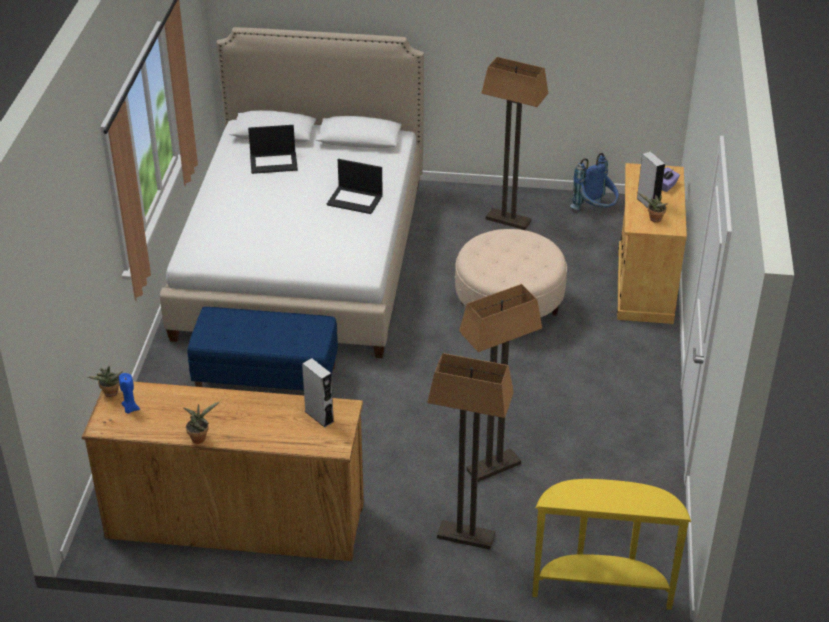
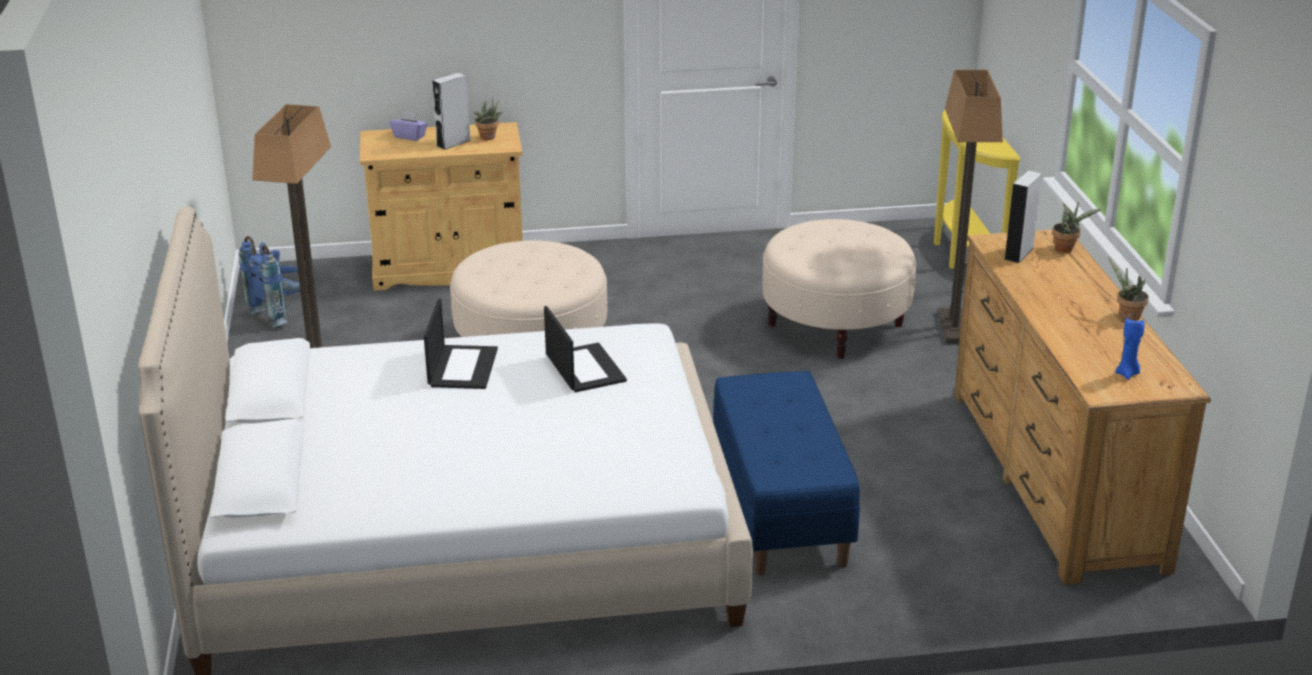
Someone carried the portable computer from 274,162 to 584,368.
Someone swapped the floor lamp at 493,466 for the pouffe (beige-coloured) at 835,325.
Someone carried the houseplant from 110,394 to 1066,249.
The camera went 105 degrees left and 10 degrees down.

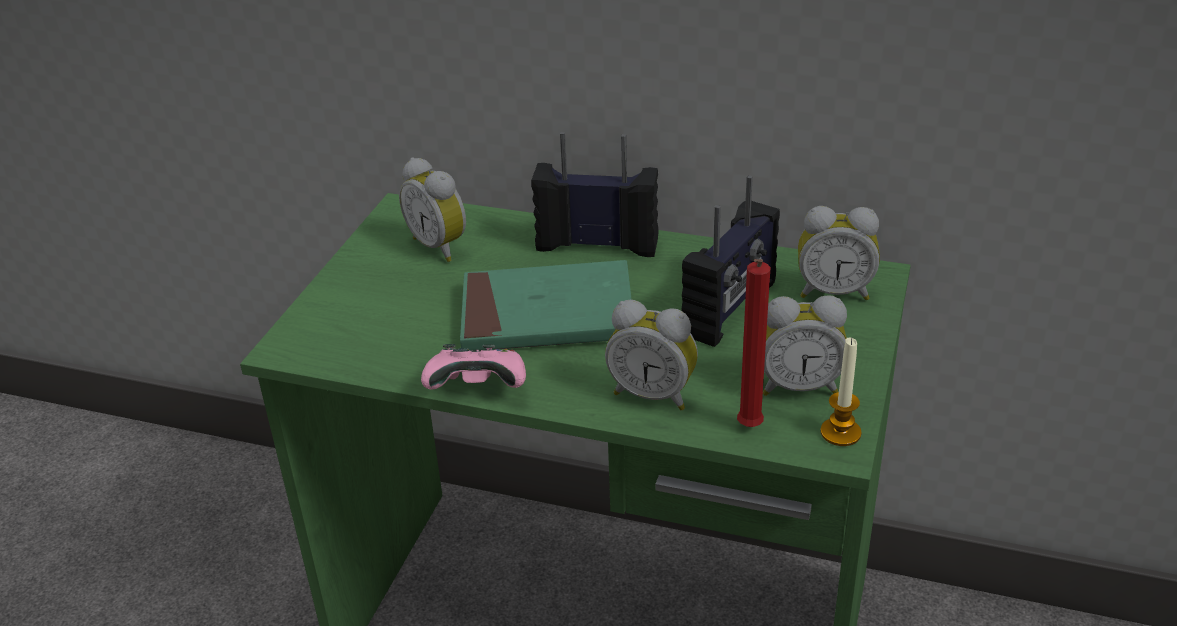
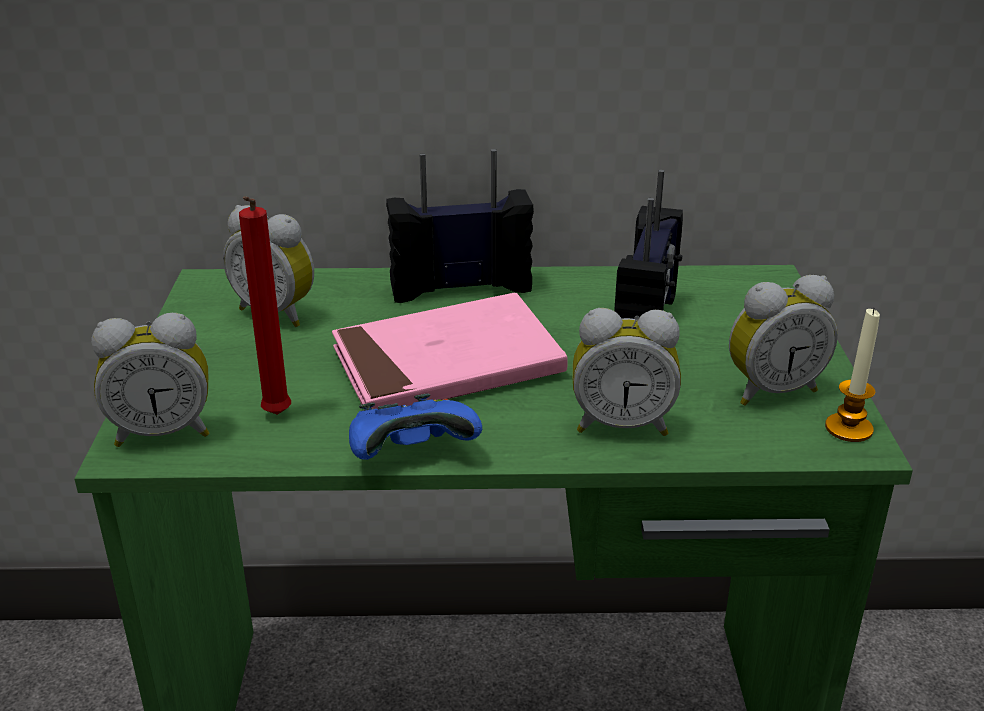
Someone carried the alarm clock from 834,291 to 163,432.
Someone carried the wax light (red) from 748,429 to 276,417.
Someone repainted the volume (greenish) at 547,315, which became the volume (pink) at 447,364.
Someone repainted the joypad (pink) at 478,389, which became the joypad (blue) at 412,454.
The camera went 20 degrees left and 5 degrees down.

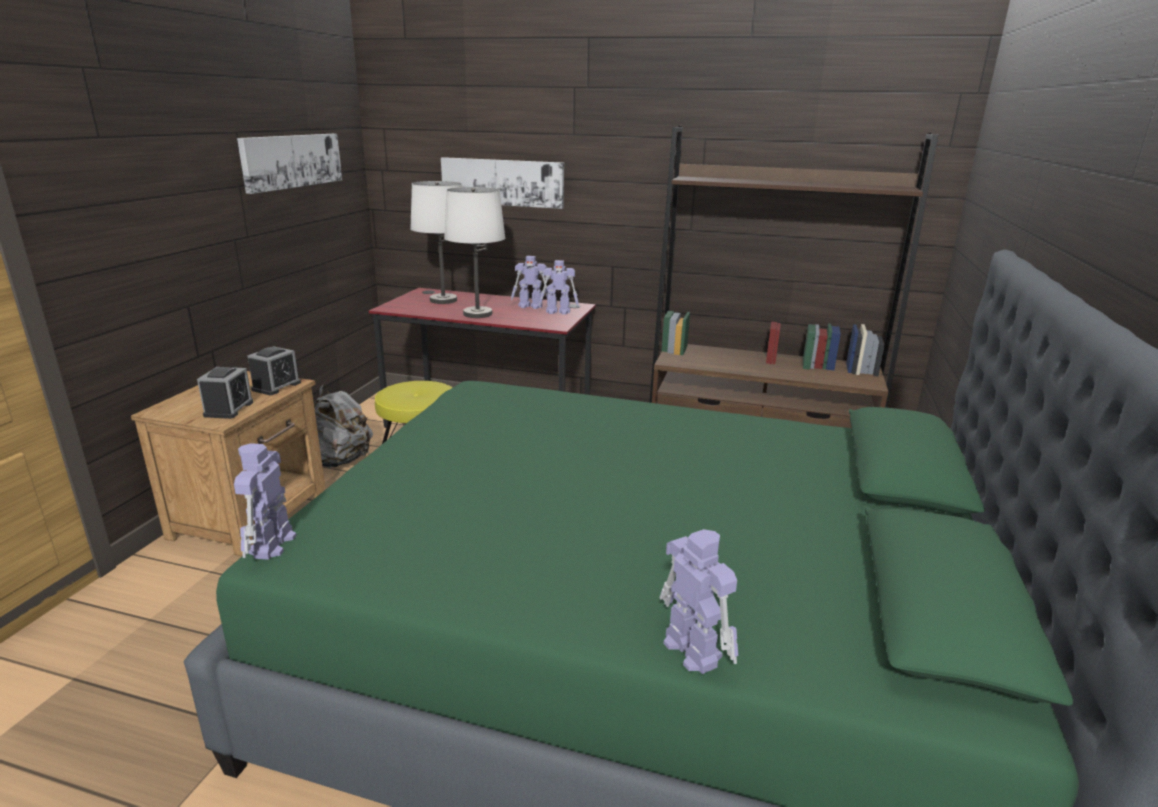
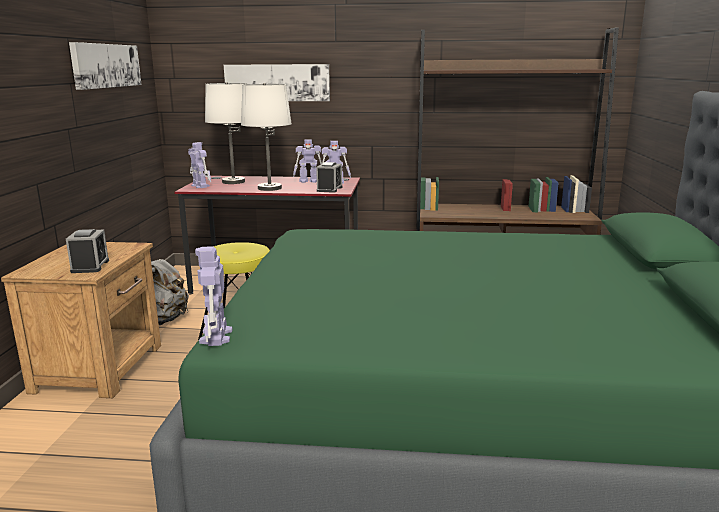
Someone carried the robot figure from 691,648 to 200,186.
Someone carried the alarm clock from 276,386 to 329,189.
The camera went 10 degrees left and 5 degrees down.

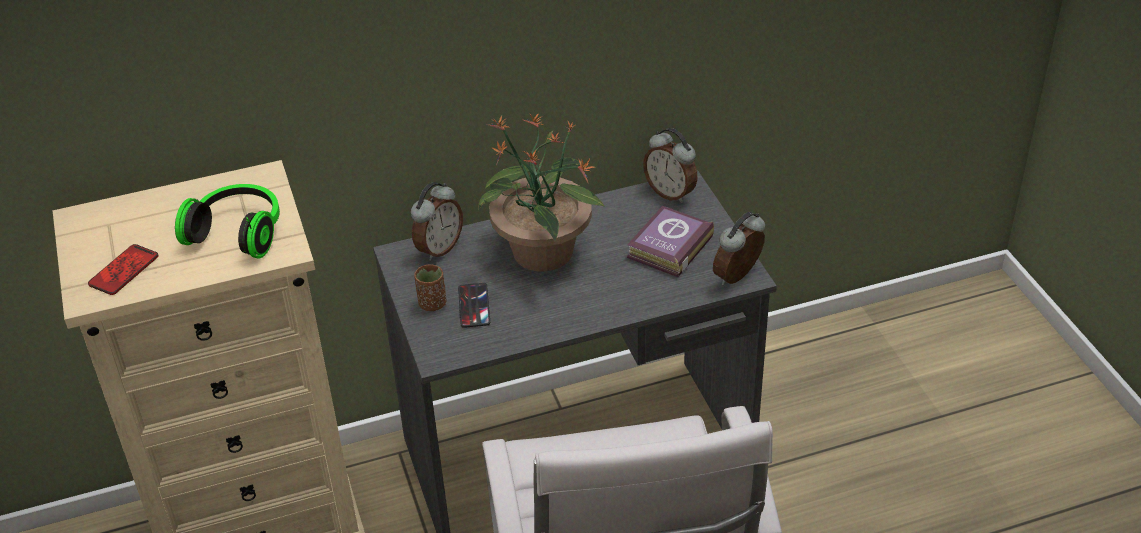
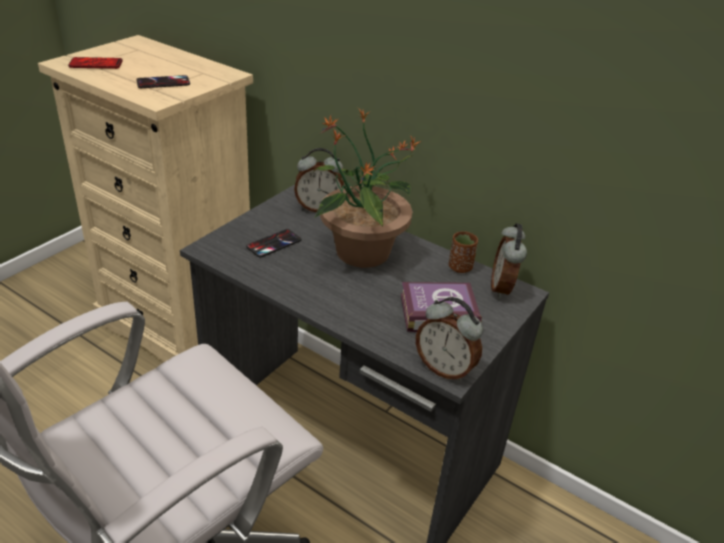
Someone swapped the headset at 239,232 for the handset at 163,82.
Someone rotated the alarm clock at 739,277 by 150 degrees counterclockwise.
Someone carried the small cup (brown-coloured) from 432,304 to 460,267.
The camera went 50 degrees right and 5 degrees down.

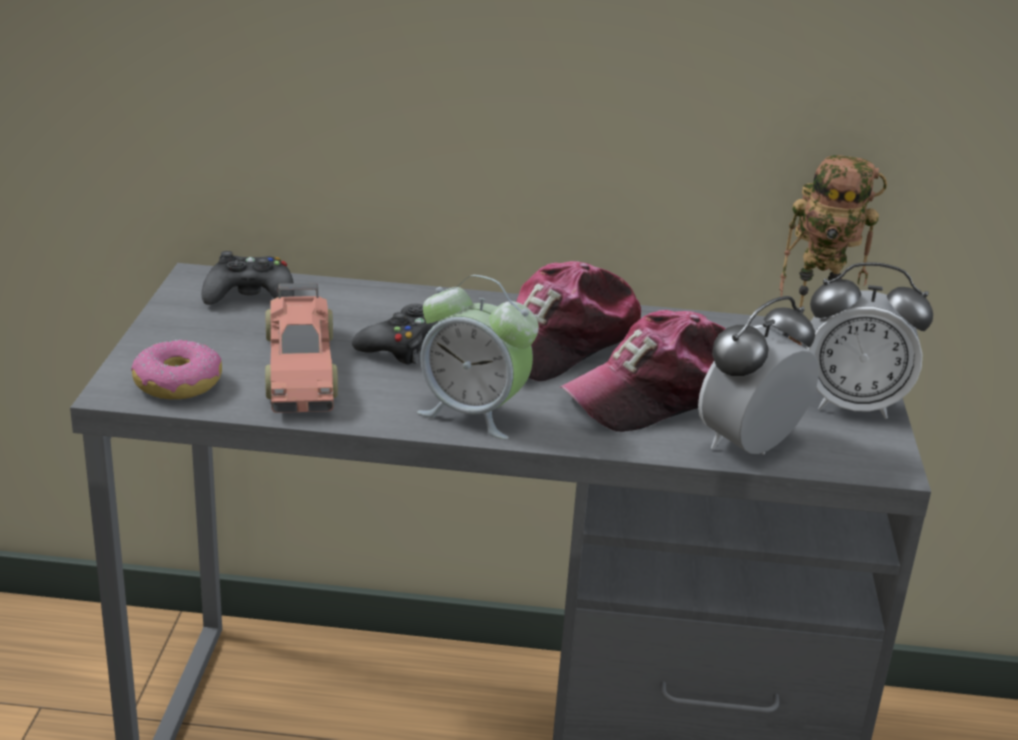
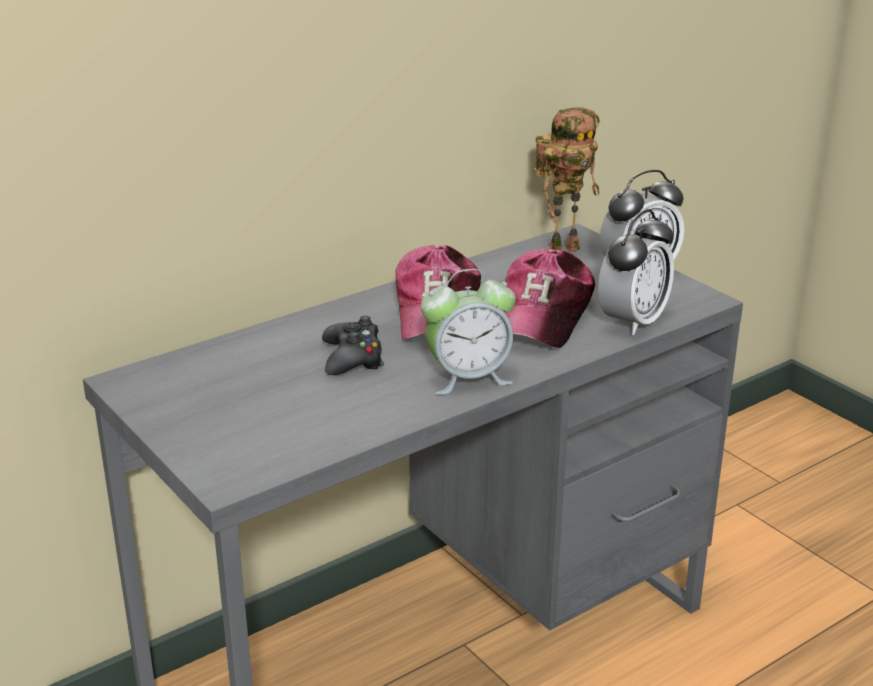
Someone rotated the alarm clock at 749,446 by 150 degrees counterclockwise.
Someone took away the donut at 177,384.
Someone took away the joypad (blackish) at 250,295.
Someone took away the miniature car at 300,368.
The camera went 40 degrees left and 0 degrees up.

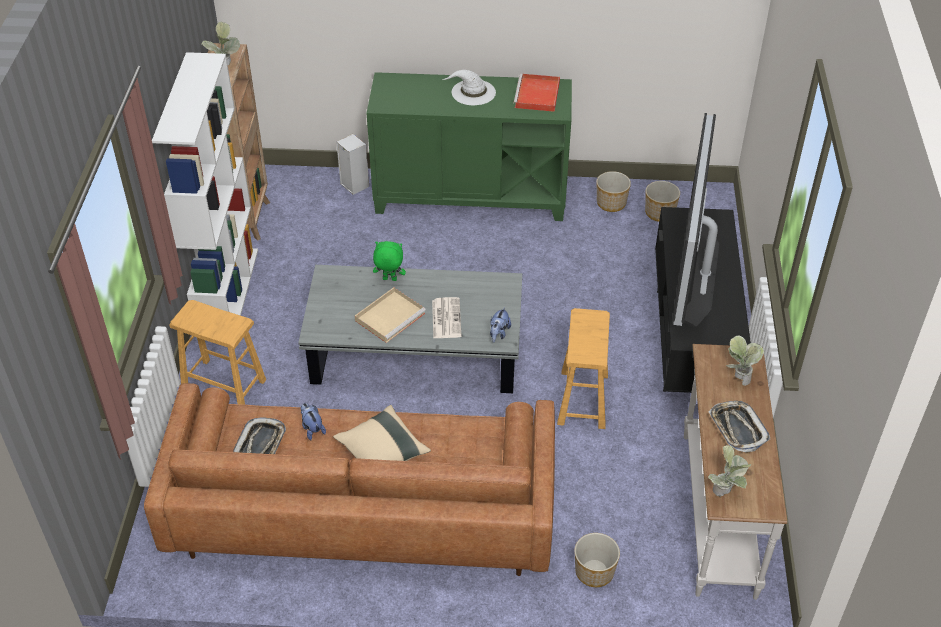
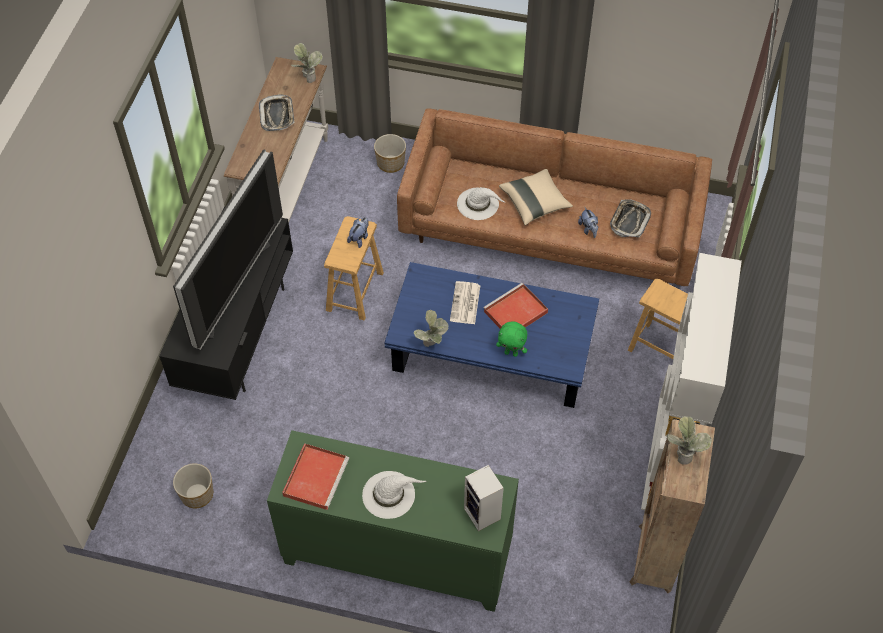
Someone carried the plush toy from 498,333 to 359,238.
Someone repainted the lounge table (gray) at 414,355, which became the lounge table (blue) at 491,356.
Someone carried the houseplant from 738,377 to 432,344.
Someone put down the clothing hat (white-coloured) at 478,204.
Someone carried the speaker from 353,185 to 483,514.
Someone repainted the tray (beige-coloured) at 390,316, which became the tray (red) at 515,313.
Someone took away the planter at 611,203.
The camera went 170 degrees left and 10 degrees up.

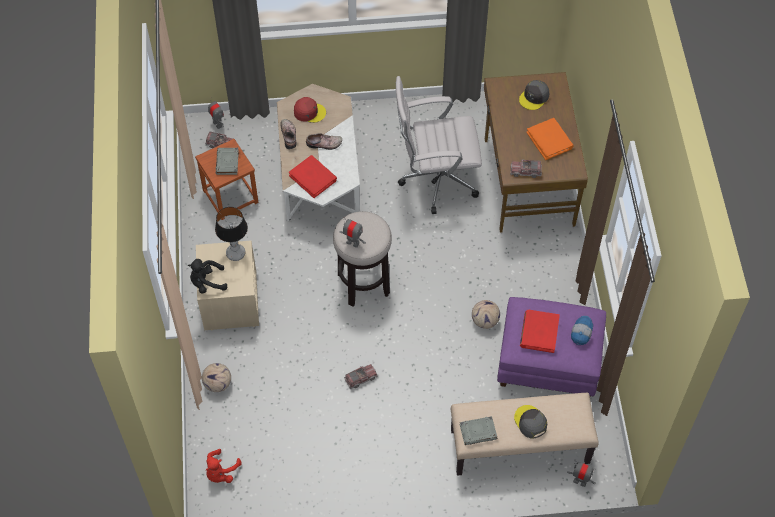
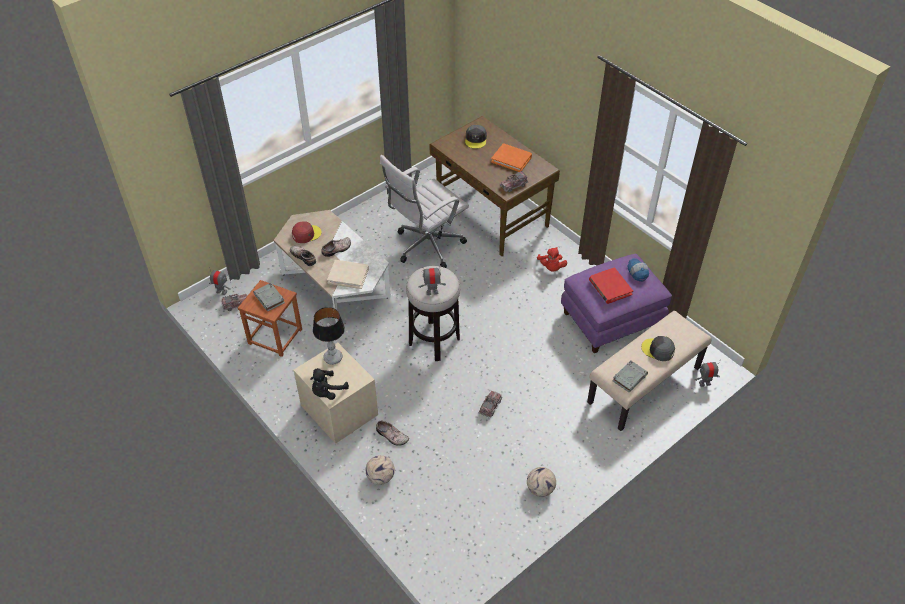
Someone repainted the volume (red) at 313,177, which became the volume (beige-coloured) at 348,275.
Someone put down the shoe at 391,436.
Someone carried the football from 485,321 to 540,489.
Someone carried the plush toy (red) from 221,472 to 551,267.
The camera went 35 degrees left and 10 degrees down.

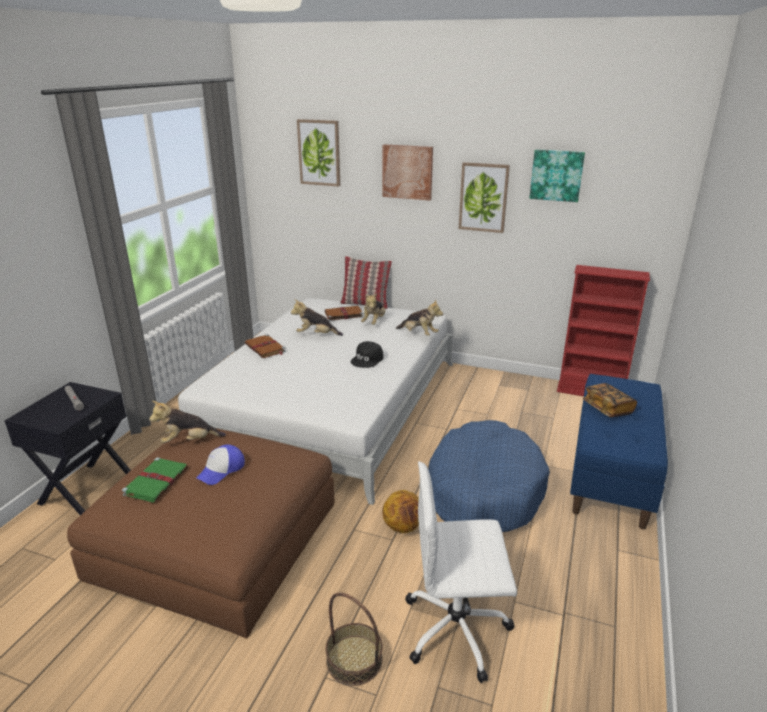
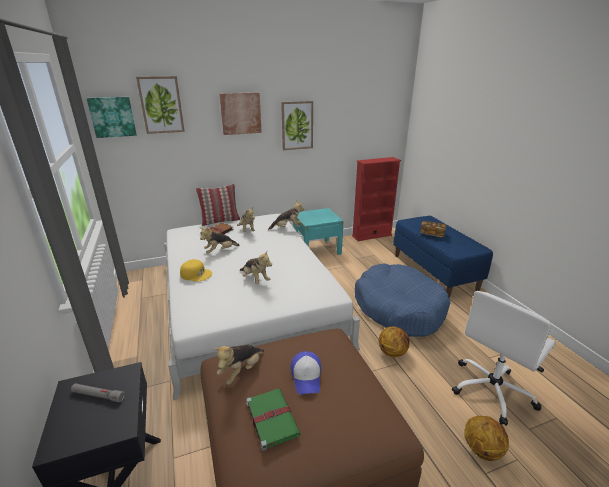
Someone carried the wall art from 556,175 to 112,117.
Someone swapped the volume (brown-coloured) at 265,348 for the baseball cap (yellowish) at 196,274.
Someone put down the plush toy at 255,279.
Someone put down the night table (turquoise-coloured) at 317,249.
Someone swapped the household basket at 354,659 for the basketball ball at 481,449.
Someone took away the baseball cap (blackish) at 367,359.
The camera went 40 degrees left and 0 degrees up.

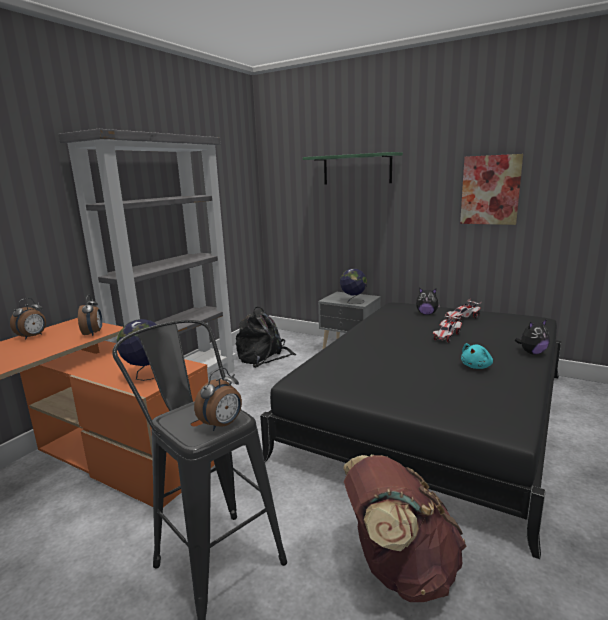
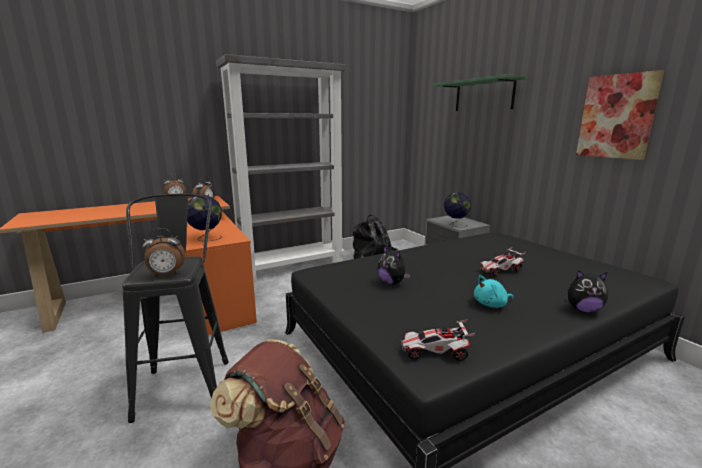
Someone carried the plush toy from 426,314 to 392,283.
Someone carried the miniature car from 462,318 to 435,352.
The camera went 30 degrees right and 0 degrees up.

